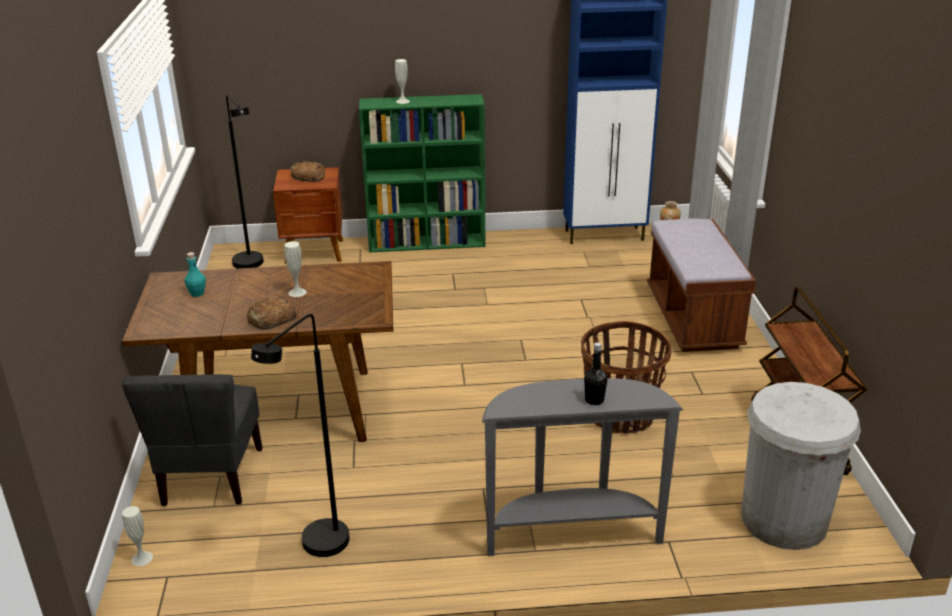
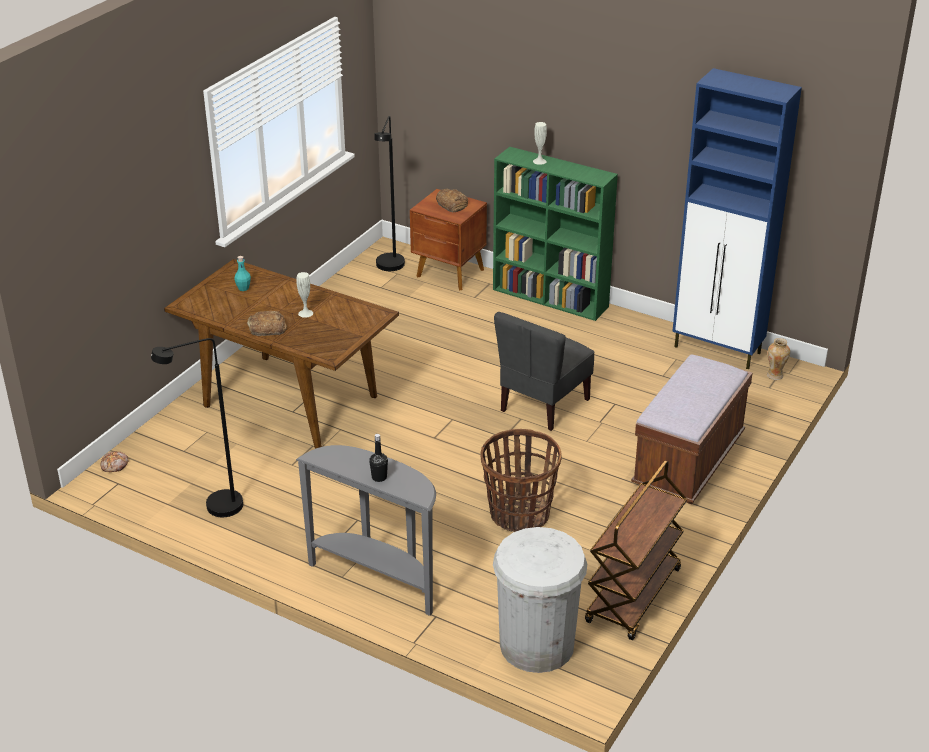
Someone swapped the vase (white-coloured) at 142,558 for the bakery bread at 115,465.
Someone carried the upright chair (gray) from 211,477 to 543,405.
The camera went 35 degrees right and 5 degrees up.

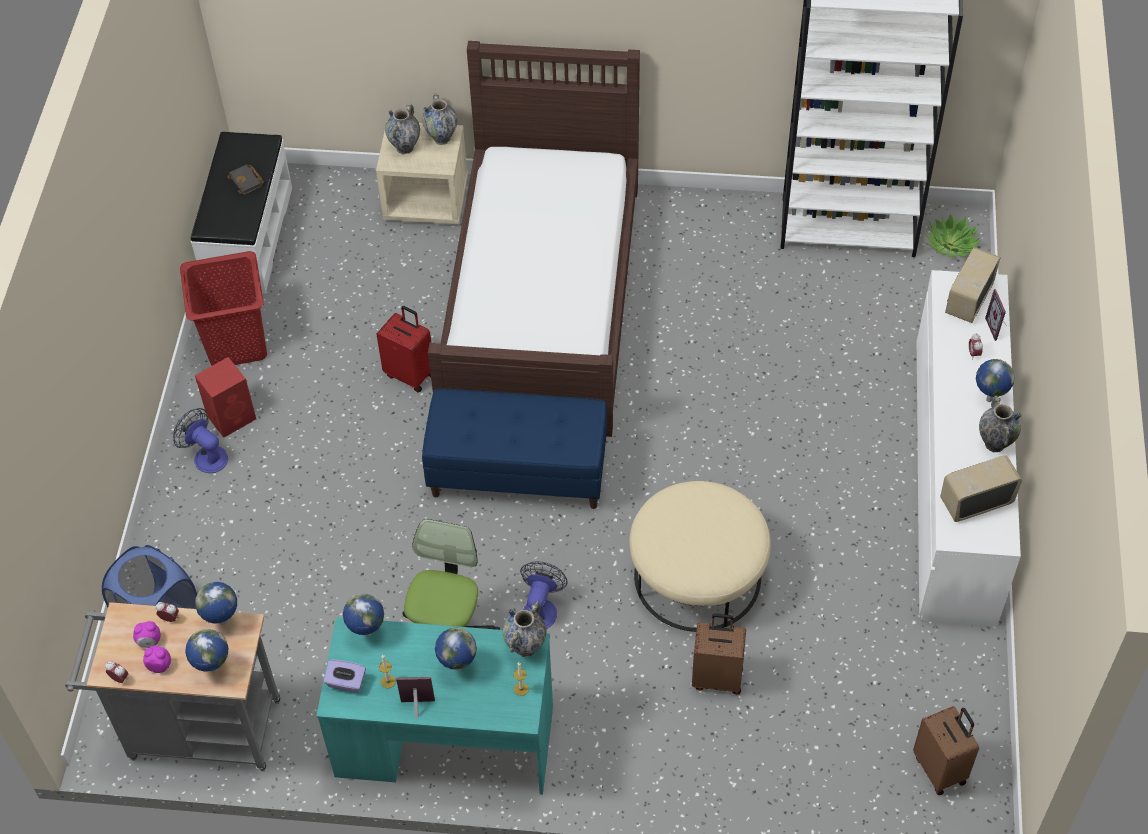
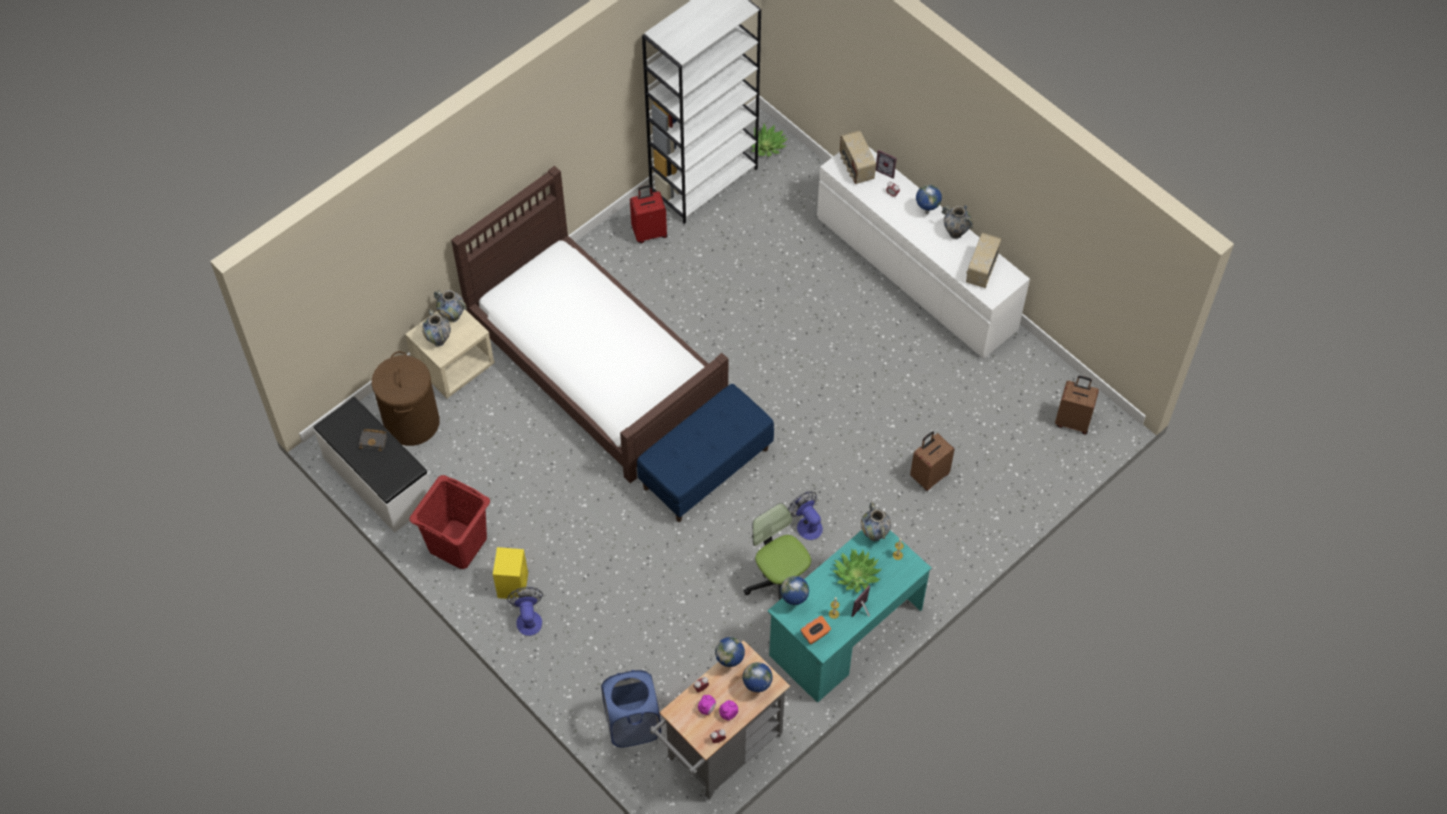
Someone put down the laundry basket (brown-coloured) at 411,422.
Someone repainted the speaker (red) at 232,416, which became the speaker (yellowish) at 513,584.
Someone rotated the electric fan at 206,456 by 90 degrees clockwise.
Someone carried the piece of luggage (red) from 410,374 to 649,232.
Someone repainted the box of tissues (purple-coloured) at 346,682, which became the box of tissues (orange) at 815,634.
Someone swapped the desk globe at 457,667 for the houseplant at 856,575.
Someone took away the pouffe (beige-coloured) at 697,576.
The camera went 50 degrees left and 5 degrees up.

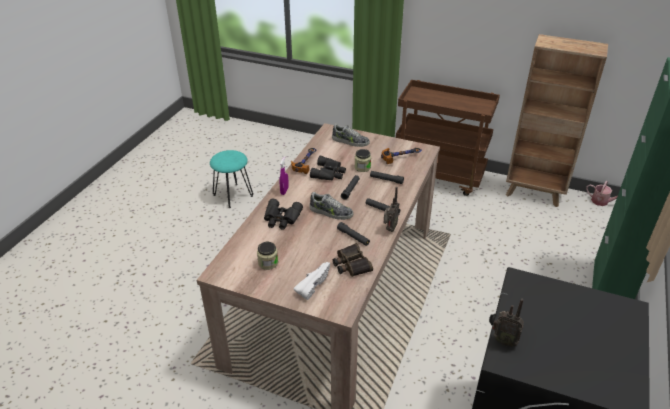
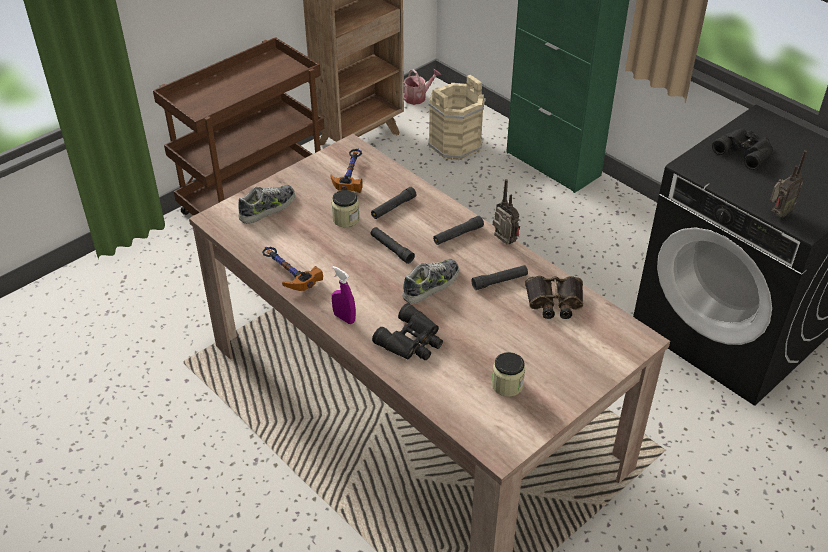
Someone put down the pail (beige-coloured) at 455,144.
Someone carried the field glasses (blackish) from 329,173 to 744,151.
Someone took away the sitting stool (turquoise-coloured) at 232,195.
Someone took away the shoe (white-coloured) at 312,284.
The camera went 65 degrees left and 5 degrees up.

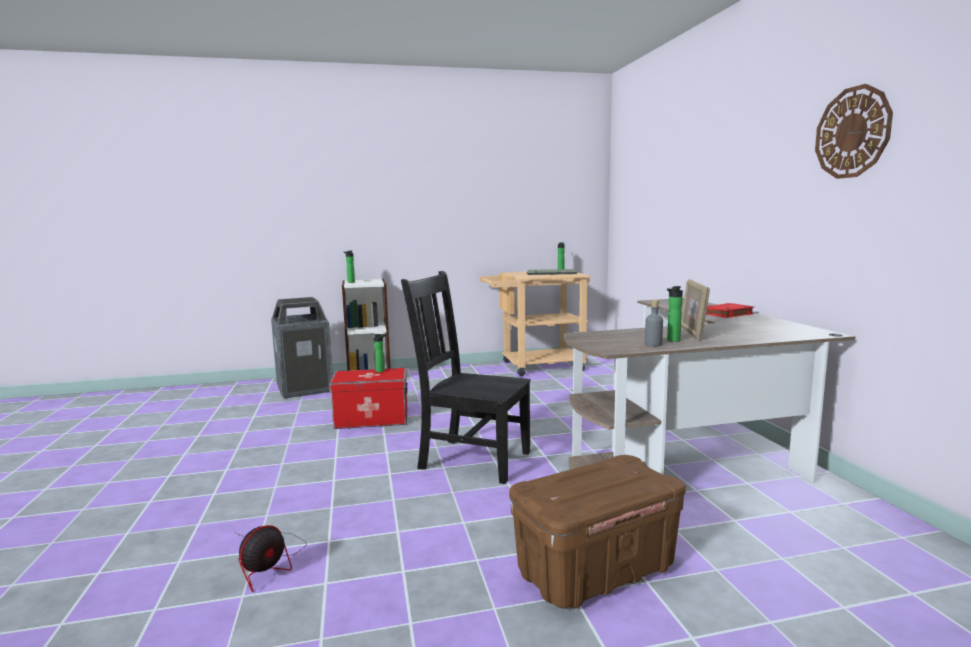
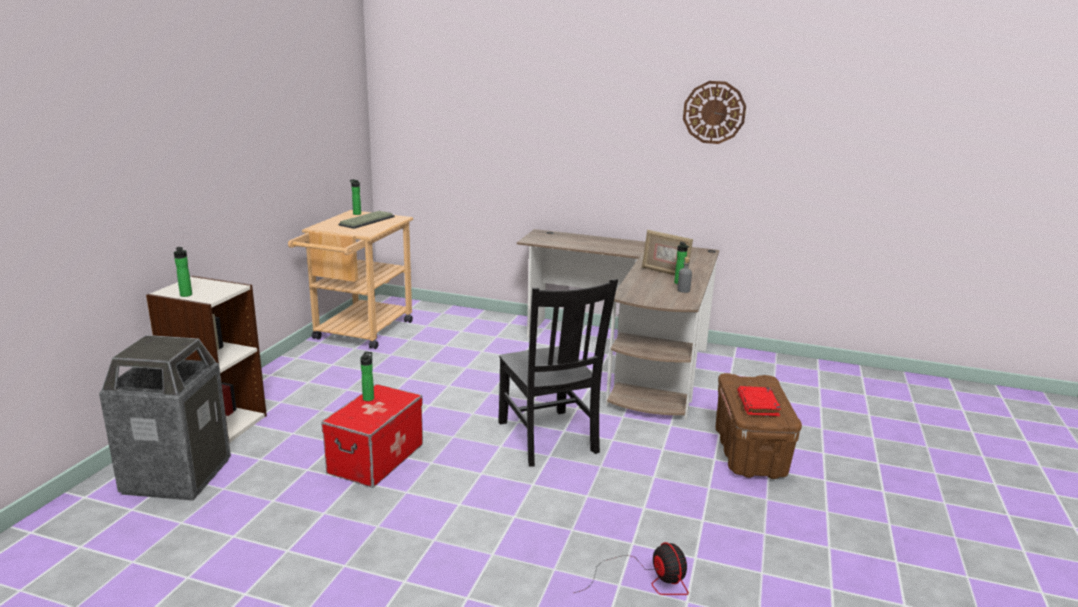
Someone rotated the upright chair (blackish) at 471,459 by 75 degrees counterclockwise.
Someone carried the volume (red) from 727,314 to 758,405.
The camera went 60 degrees left and 10 degrees up.

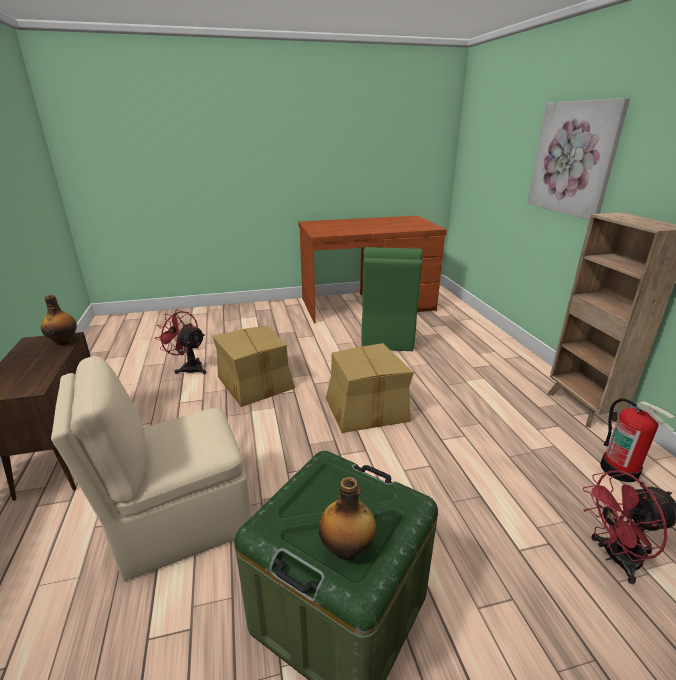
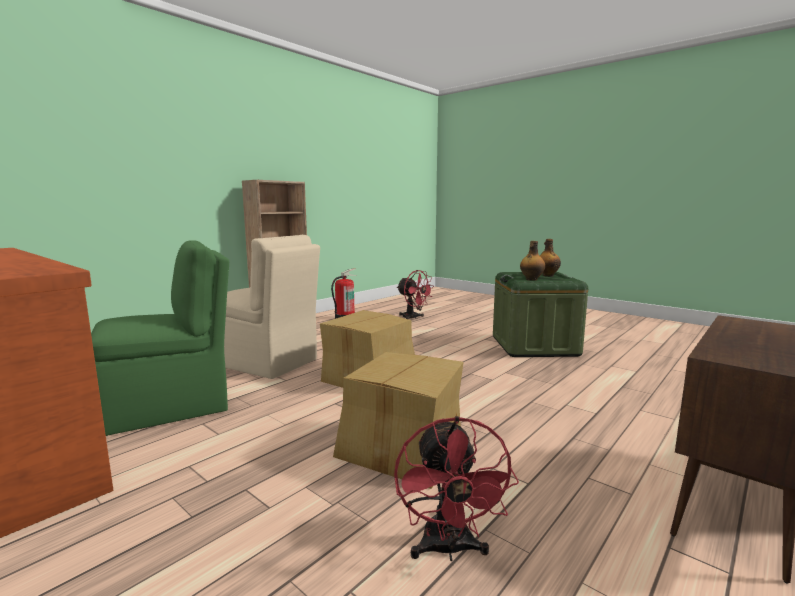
Someone carried the upright chair (beige-coloured) from 180,522 to 266,362.
Someone carried the bottle from 64,341 to 531,279.
Someone took away the wall art at 573,158.
The camera went 125 degrees left and 15 degrees down.

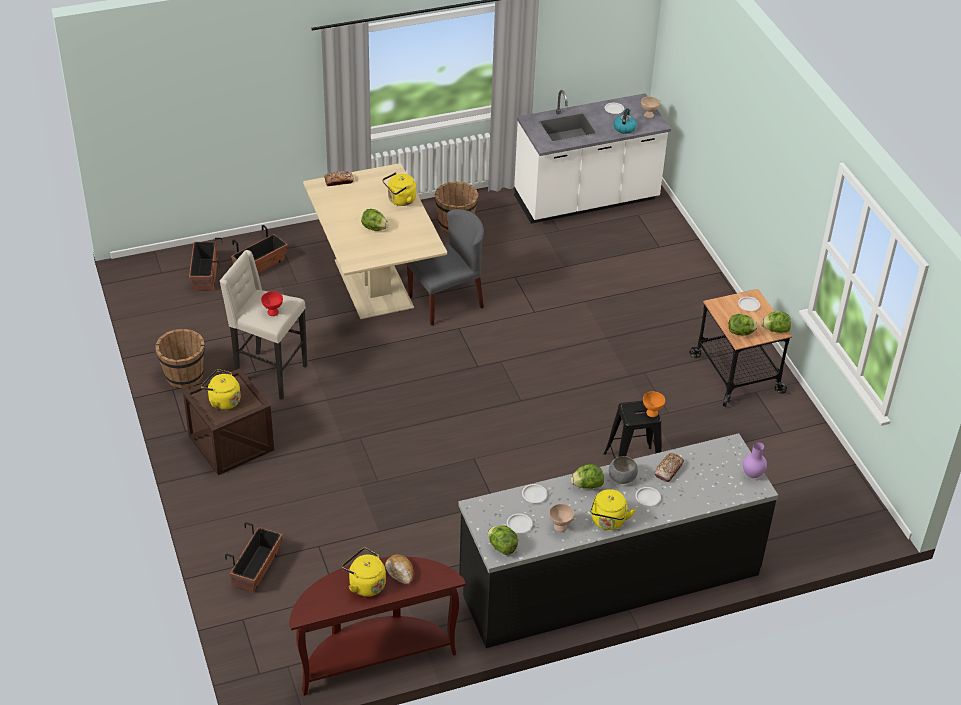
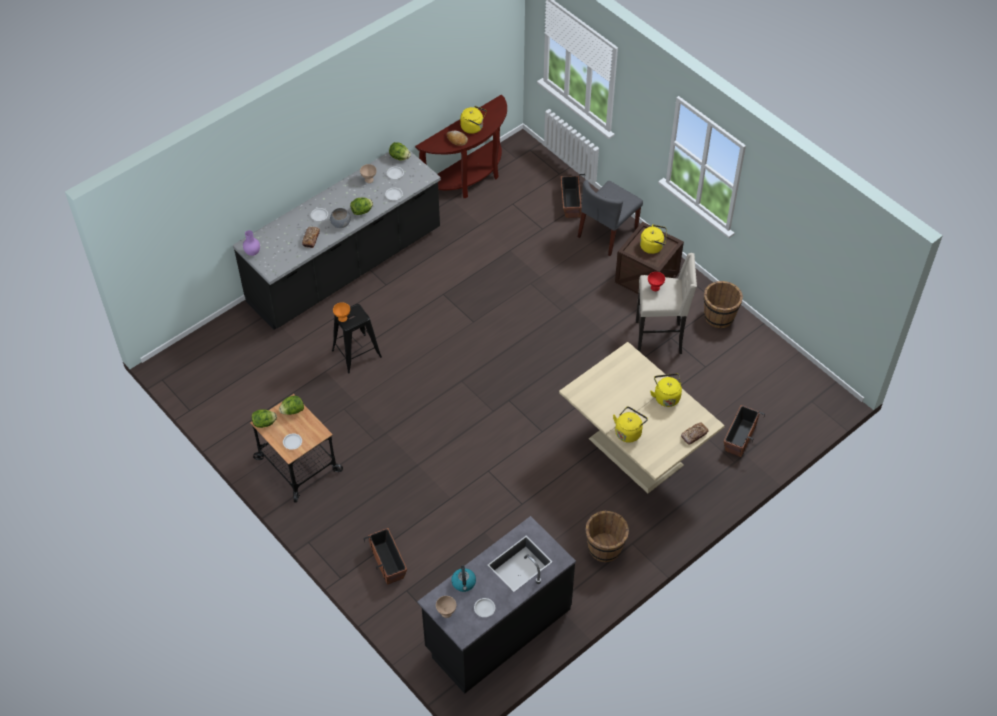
Someone carried the planter from 205,275 to 387,562.
Someone repainted the kitchen base unit (white-coloured) at 586,200, which became the kitchen base unit (blackish) at 497,628.
Someone carried the upright chair (gray) from 446,301 to 607,233.
Someone carried the tea kettle (yellowish) from 608,522 to 666,396.
Someone took away the head of lettuce at 374,228.
The camera went 160 degrees right and 10 degrees up.

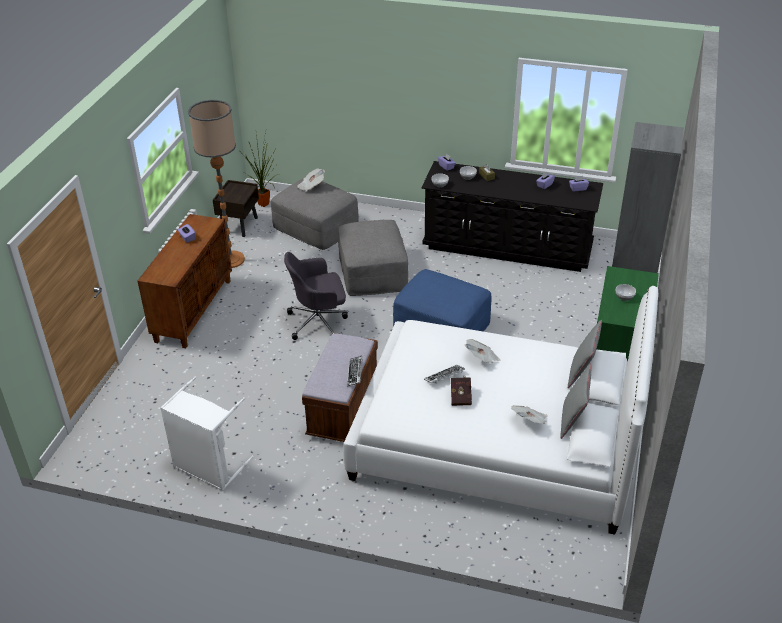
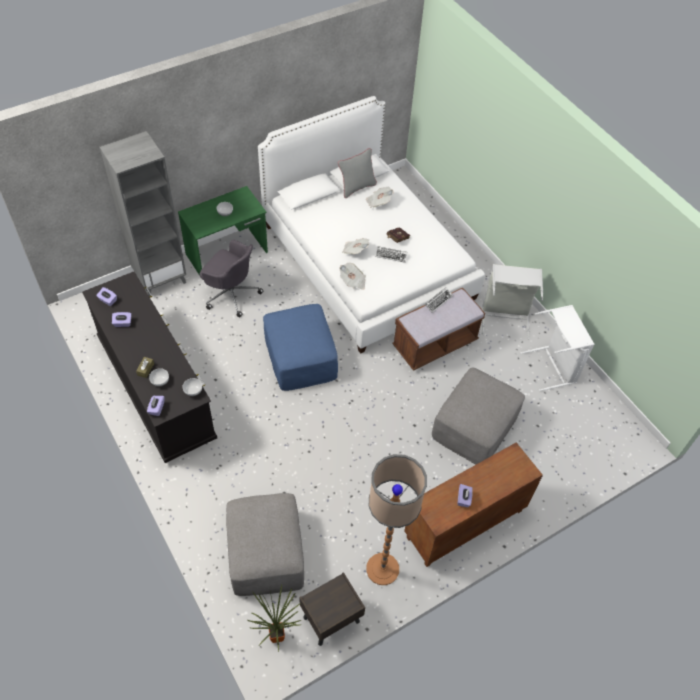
Someone carried the computer chair (gray) from 319,322 to 231,293.
Someone carried the printed paper from 311,186 to 353,281.
Someone carried the pouffe (gray) from 372,271 to 475,425.
Someone put down the laundry basket (gray) at 505,318.
Someone took away the cushion (gray) at 581,373.
The camera went 140 degrees left and 15 degrees up.

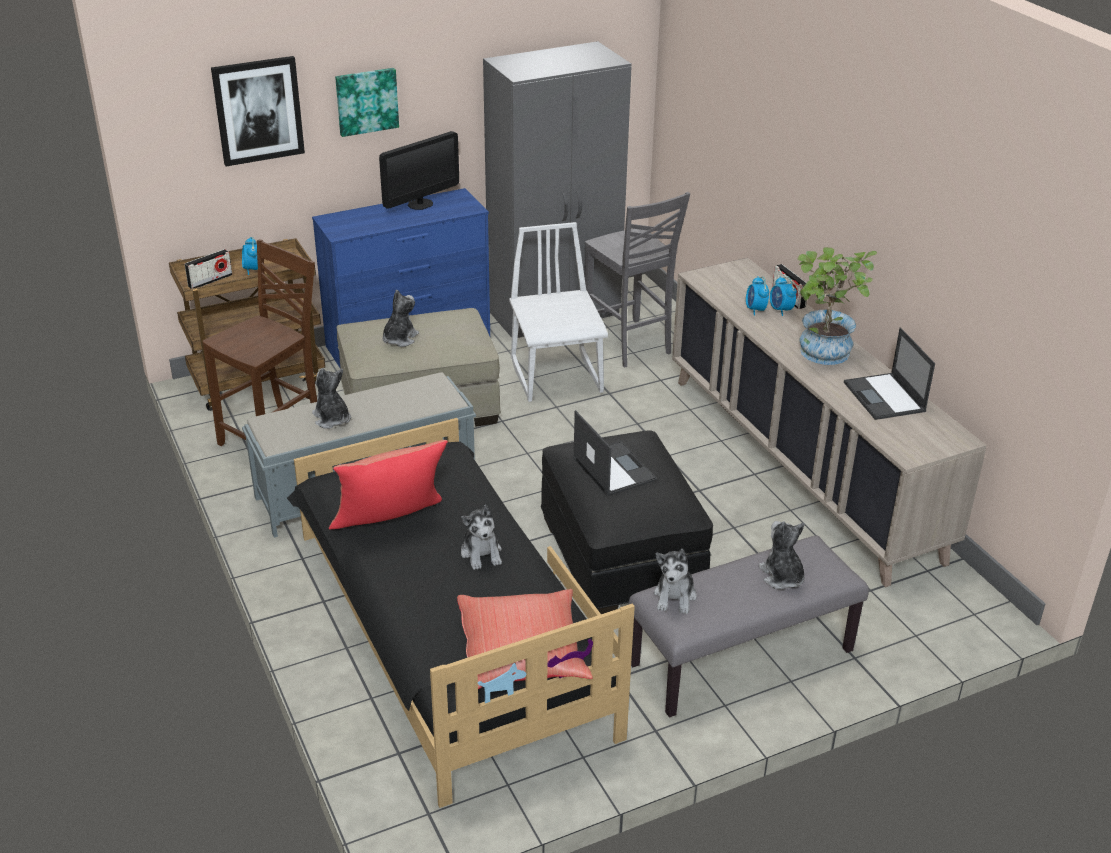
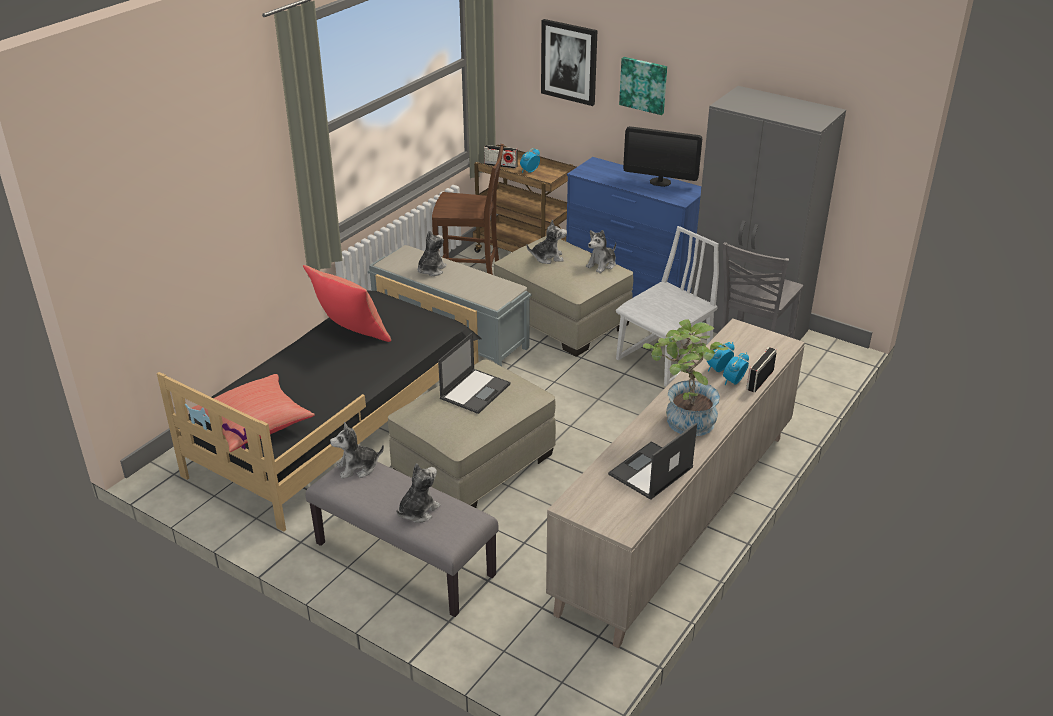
Someone repainted the pouffe (blackish) at 620,554, which became the pouffe (beige-coloured) at 475,463.
Someone carried the plush toy from 481,553 to 602,265.
The camera went 60 degrees right and 0 degrees up.

